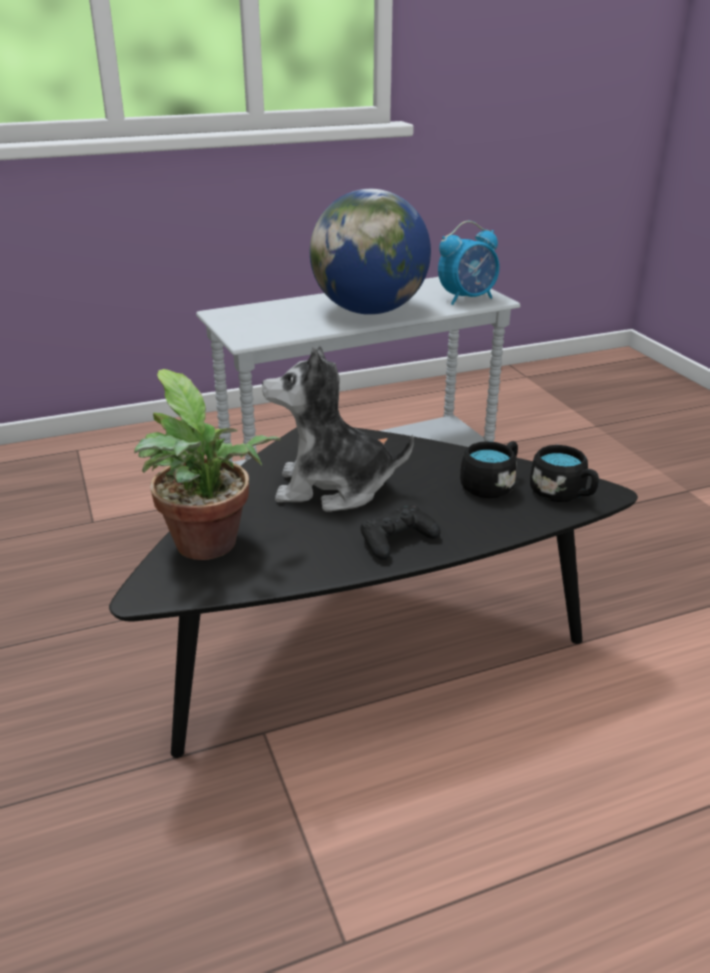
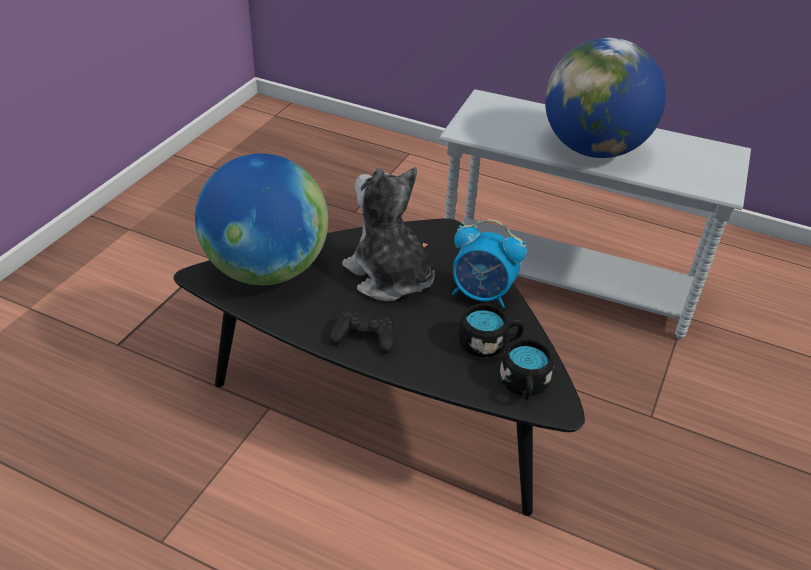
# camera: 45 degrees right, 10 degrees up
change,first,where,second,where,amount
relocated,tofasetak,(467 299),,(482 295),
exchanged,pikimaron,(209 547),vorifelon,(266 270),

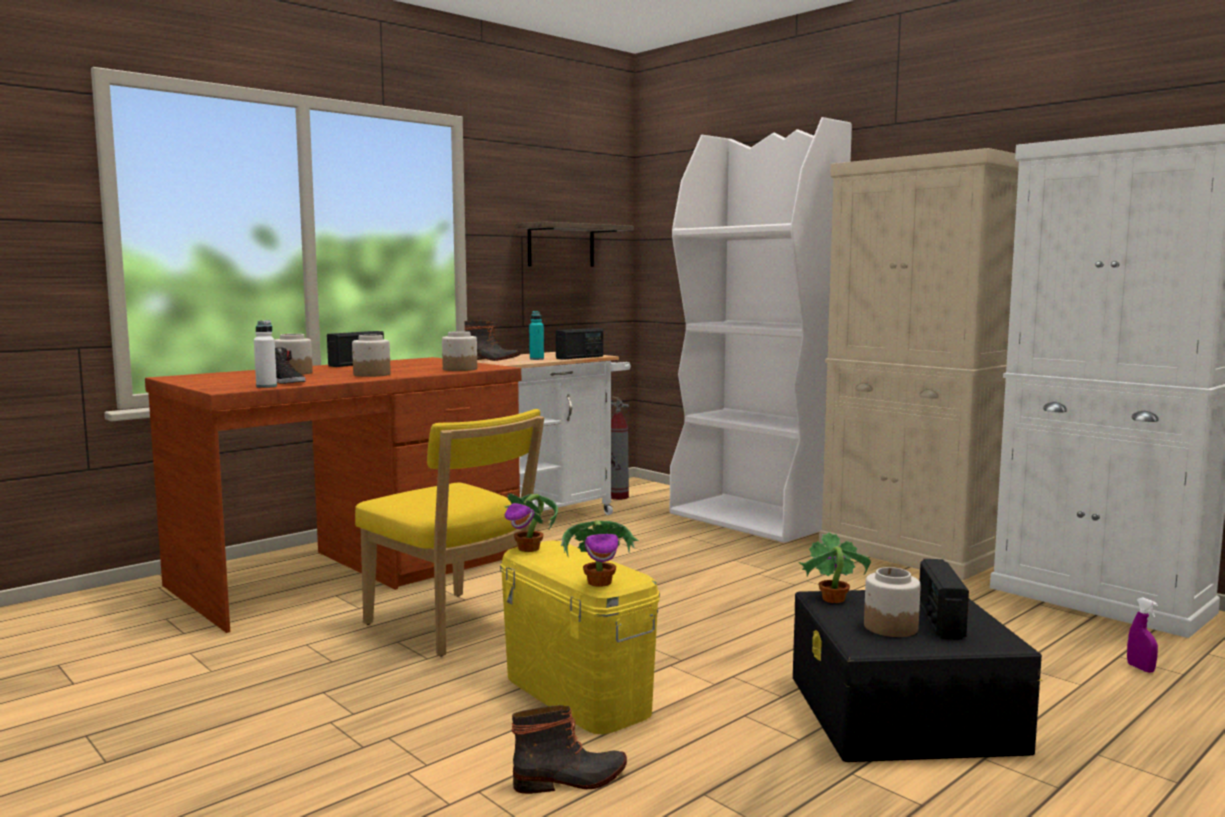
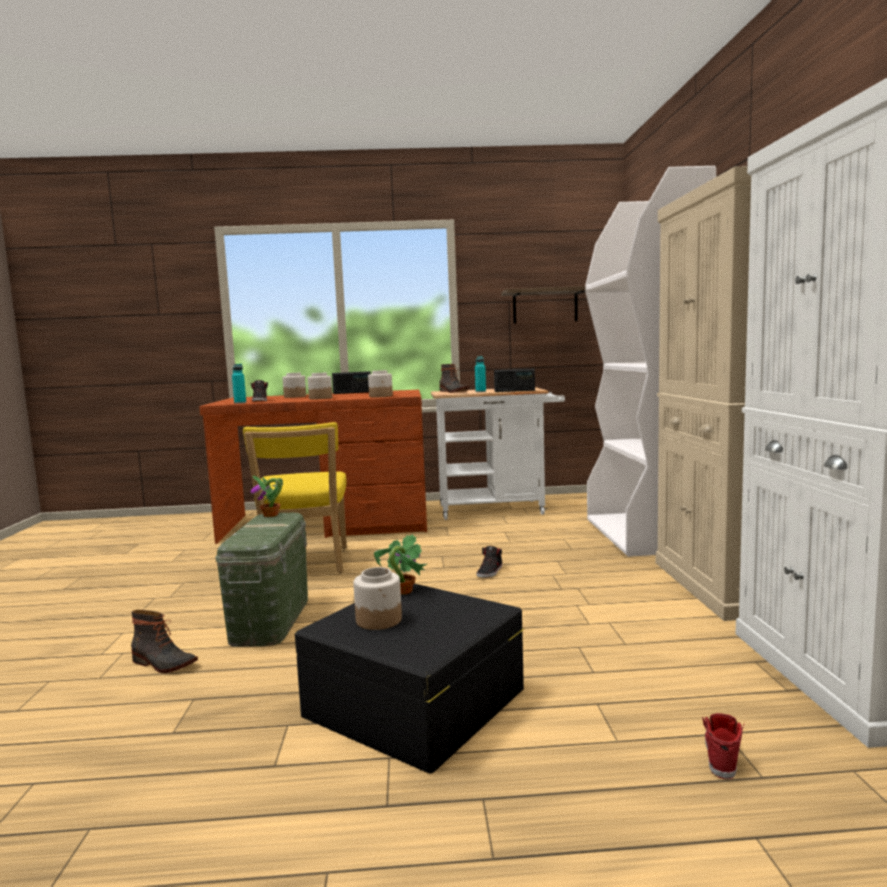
# camera: 40 degrees right, 0 degrees up
change,first,where,second,where,amount
missing,pikimaron,(600 582),,,
missing,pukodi,(618 497),,,
missing,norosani,(940 621),,,
appeared,,,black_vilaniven,(490 572),
exchanged,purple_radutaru,(1140 668),red_vilaniven,(721 752),
colour,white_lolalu,(266 386),turquoise_lolalu,(240 403),
colour,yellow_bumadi,(576 694),green_bumadi,(270 619),

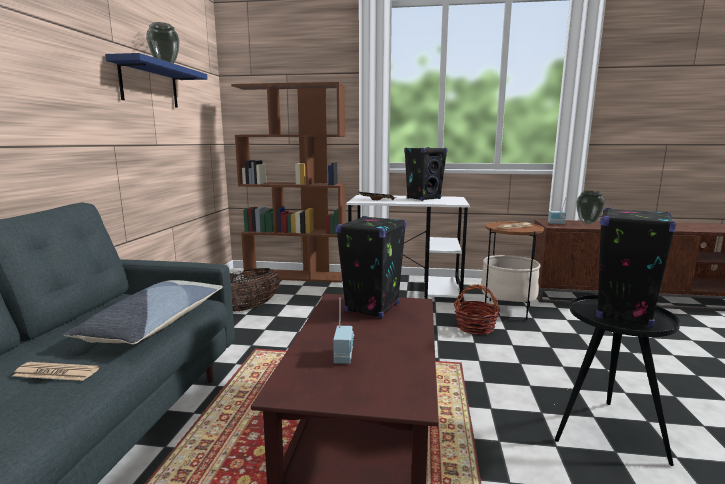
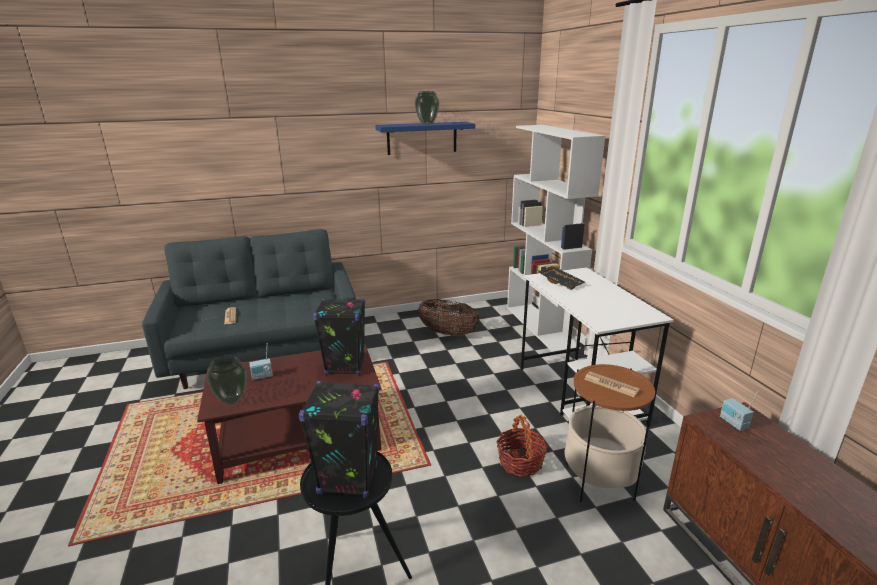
# camera: 65 degrees right, 10 degrees up
change,first,where,second,where,amount
missing,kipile,(155 323),,,
missing,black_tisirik,(423 199),,,
relocated,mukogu,(587 222),,(232 400),
colour,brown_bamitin,(296 276),white_bamitin,(542 327),

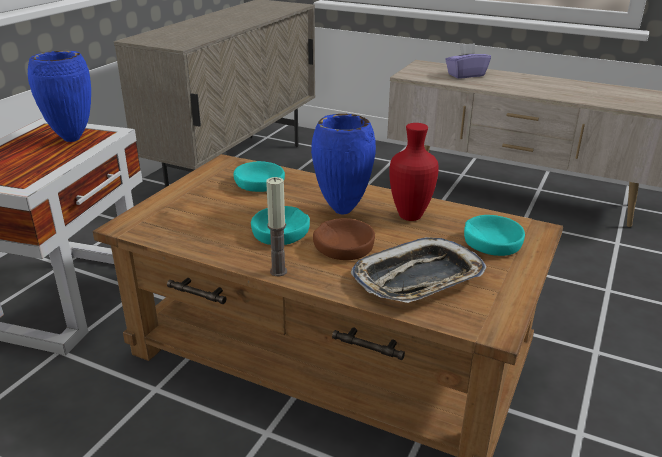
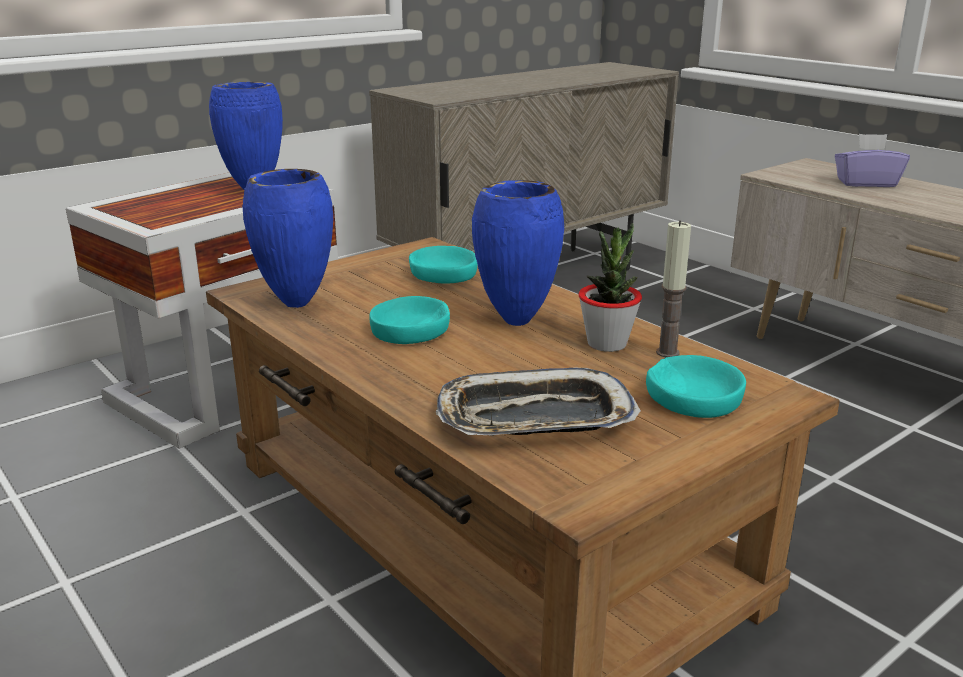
# camera: 25 degrees right, 5 degrees down
change,first,where,second,where,amount
missing,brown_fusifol,(343 247),,,
appeared,,,blue_mukogu,(295 305),
relocated,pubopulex,(278 271),,(667 352),
exchanged,red_mukogu,(411 216),pikimaron,(607 344),

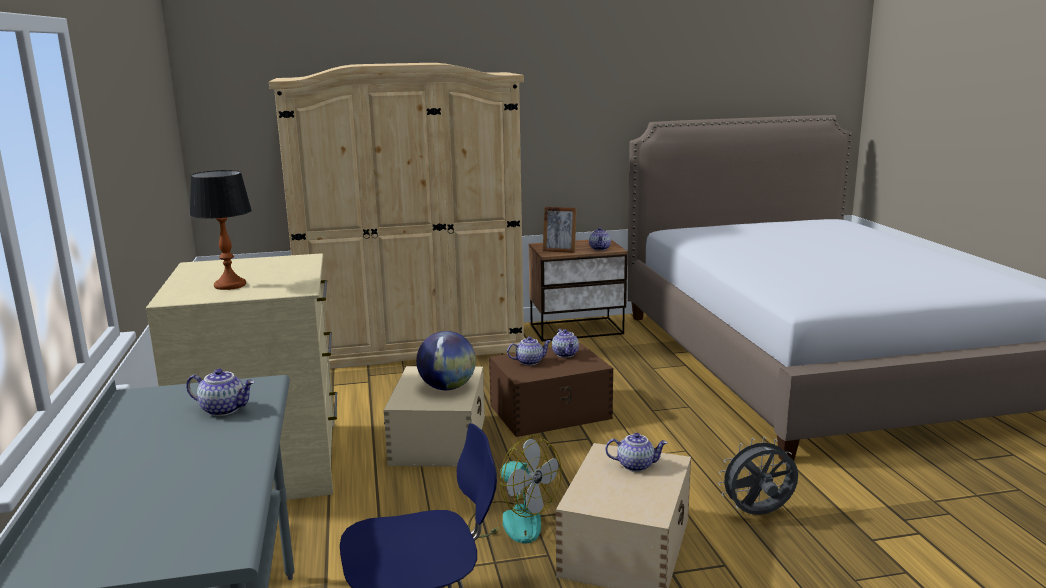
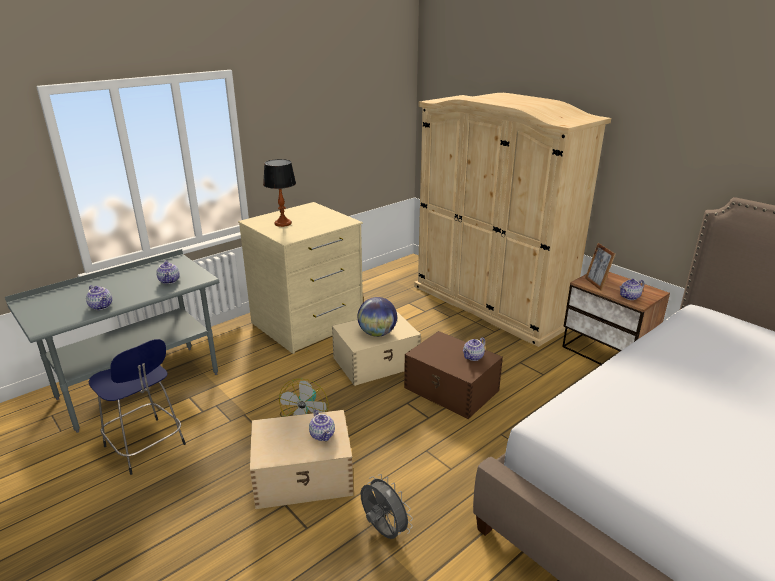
# camera: 60 degrees right, 10 degrees up
change,first,where,second,where,amount
relocated,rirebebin,(529 361),,(101 306),

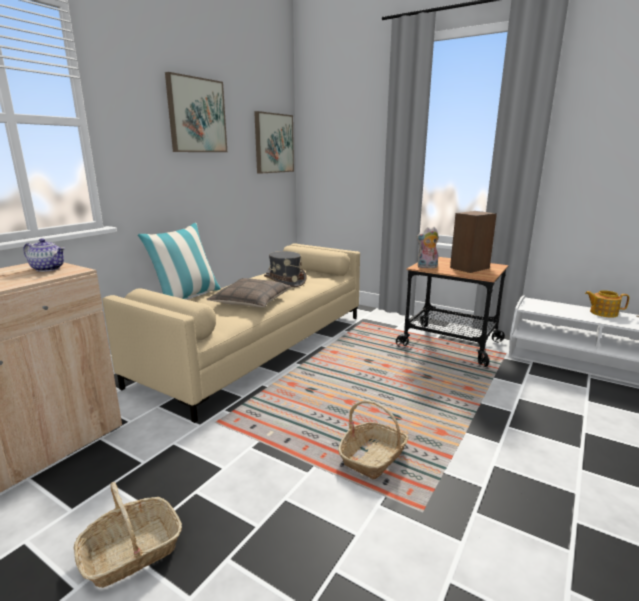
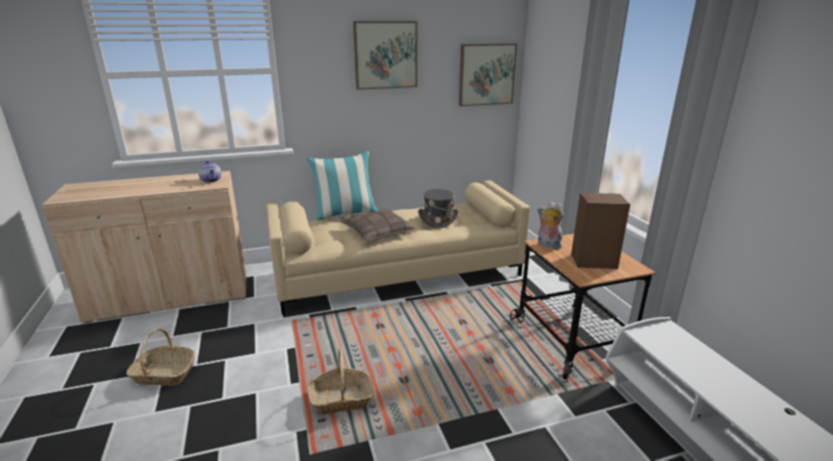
# camera: 40 degrees right, 5 degrees up
change,first,where,second,where,amount
missing,rirebebin,(603 313),,,

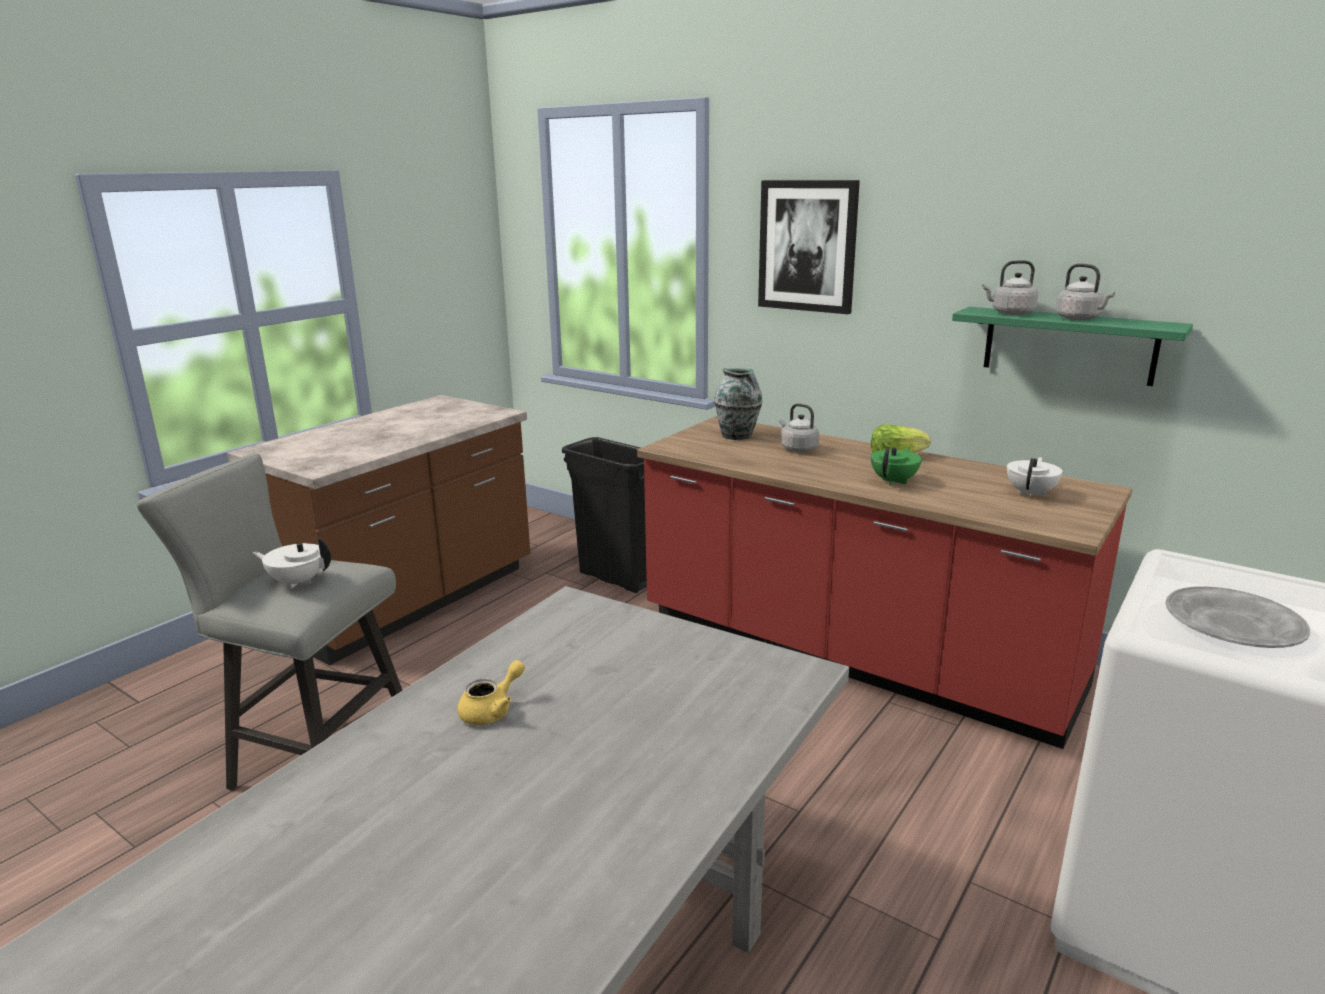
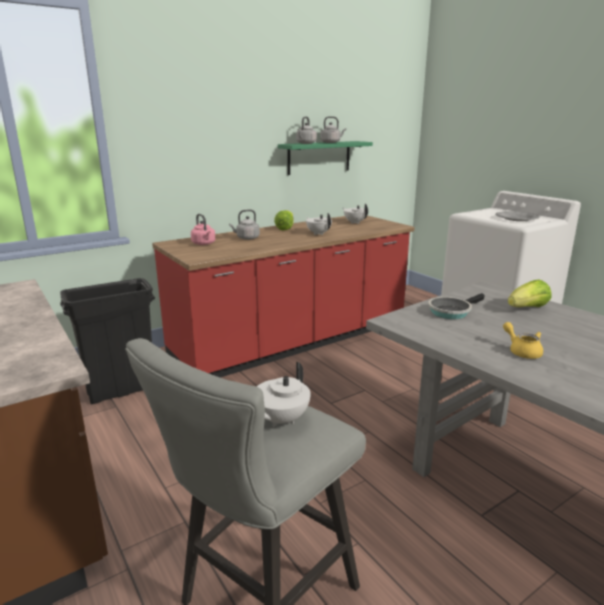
# camera: 70 degrees left, 0 degrees up
change,first,where,second,where,amount
missing,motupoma,(807 246),,,
appeared,,,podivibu,(451 311),
appeared,,,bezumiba,(527 308),
exchanged,mukogu,(737 436),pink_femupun,(204 244),
colour,green_rirebebin,(894 481),white_rirebebin,(318 233),

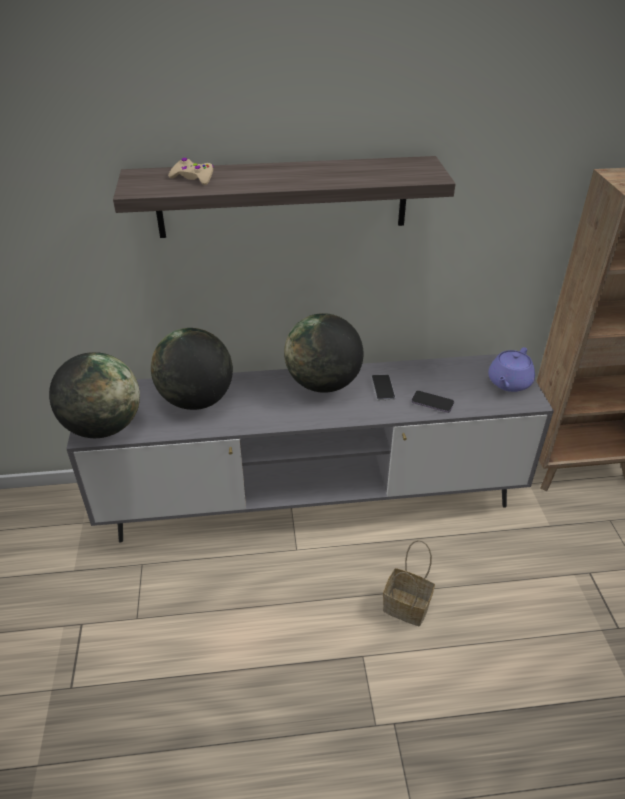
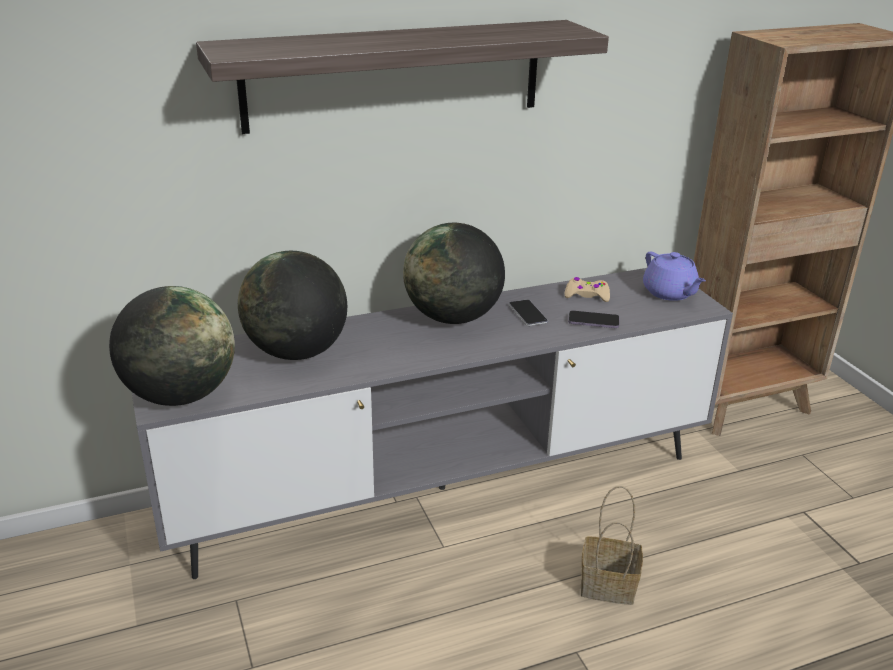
# camera: 15 degrees left, 10 degrees down
change,first,where,second,where,amount
relocated,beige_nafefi,(193 178),,(586 295),
spun,purple_rirebebin,(508 383),,(670 293),45 degrees counterclockwise

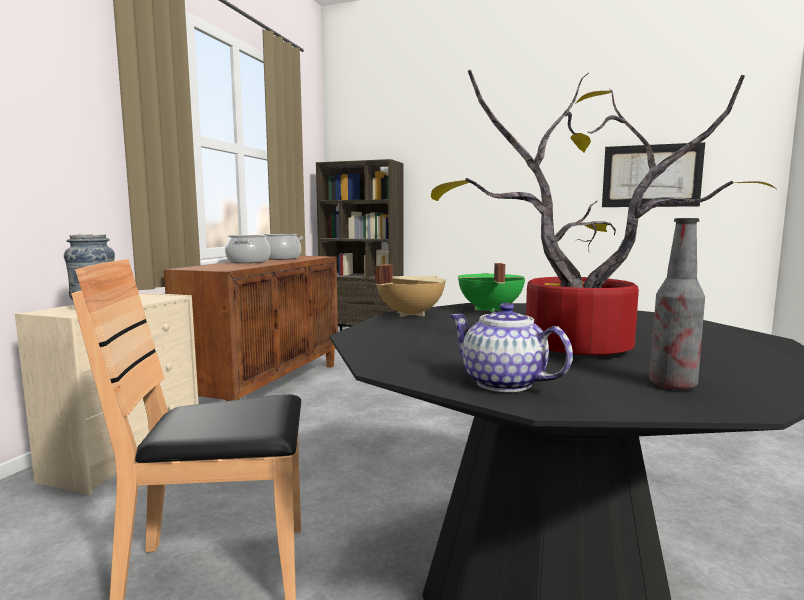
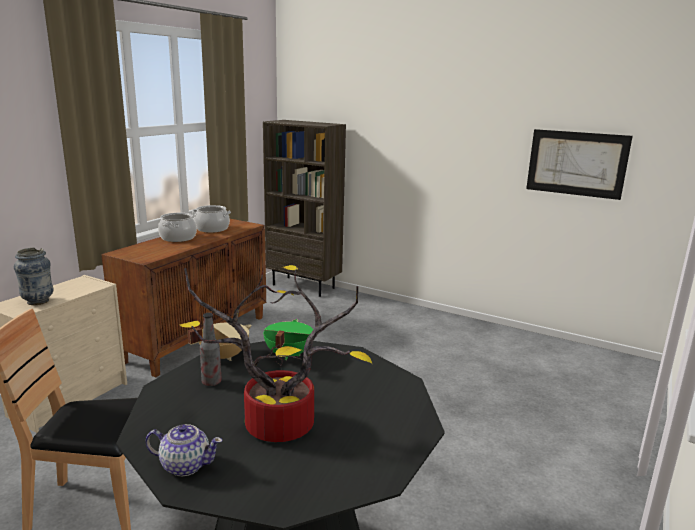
# camera: 10 degrees right, 10 degrees up
change,first,where,second,where,amount
relocated,lolalu,(672 385),,(211 382),
spun,rirebebin,(504 383),,(185 465),135 degrees clockwise

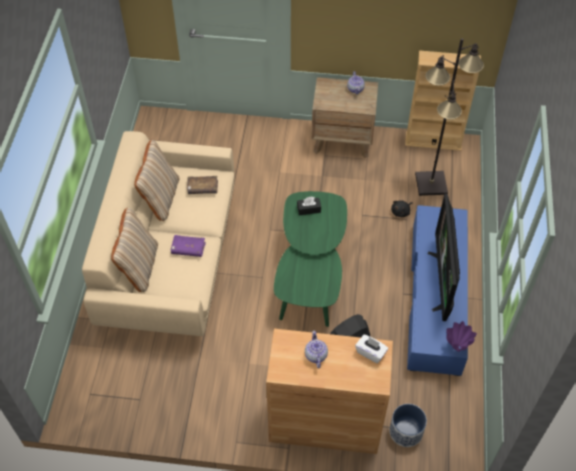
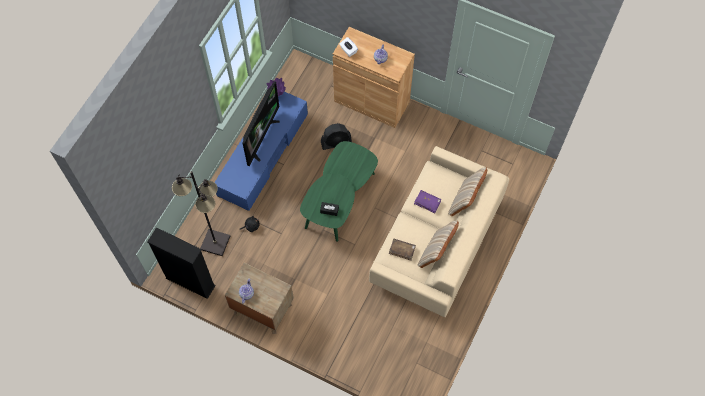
# camera: 160 degrees left, 10 degrees up
change,first,where,second,where,amount
missing,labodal,(406 431),,,
colour,beige_bamitin,(433 141),black_bamitin,(190 282),

